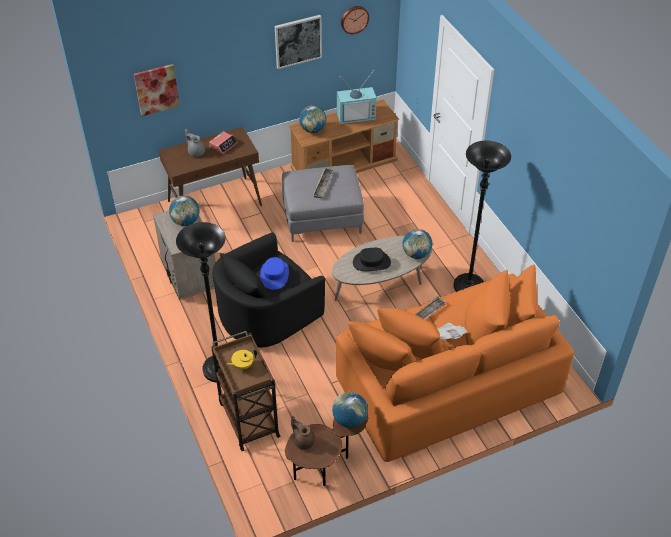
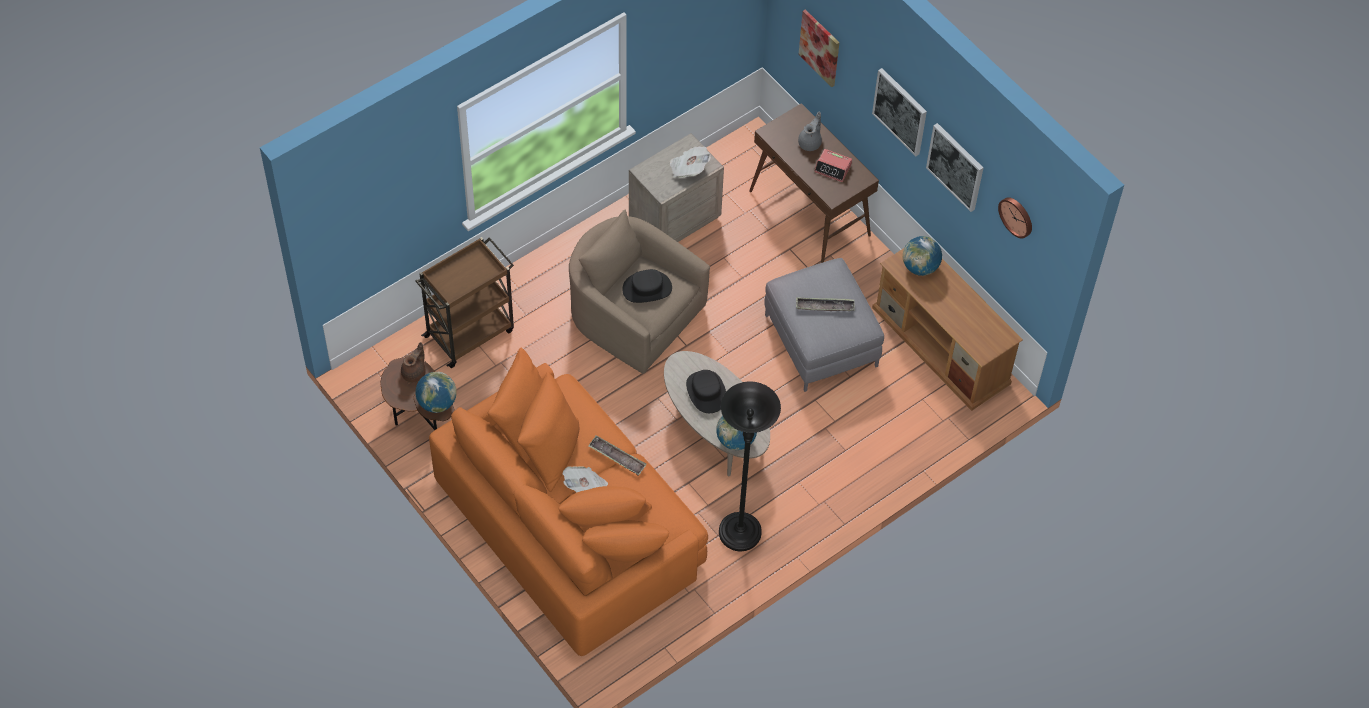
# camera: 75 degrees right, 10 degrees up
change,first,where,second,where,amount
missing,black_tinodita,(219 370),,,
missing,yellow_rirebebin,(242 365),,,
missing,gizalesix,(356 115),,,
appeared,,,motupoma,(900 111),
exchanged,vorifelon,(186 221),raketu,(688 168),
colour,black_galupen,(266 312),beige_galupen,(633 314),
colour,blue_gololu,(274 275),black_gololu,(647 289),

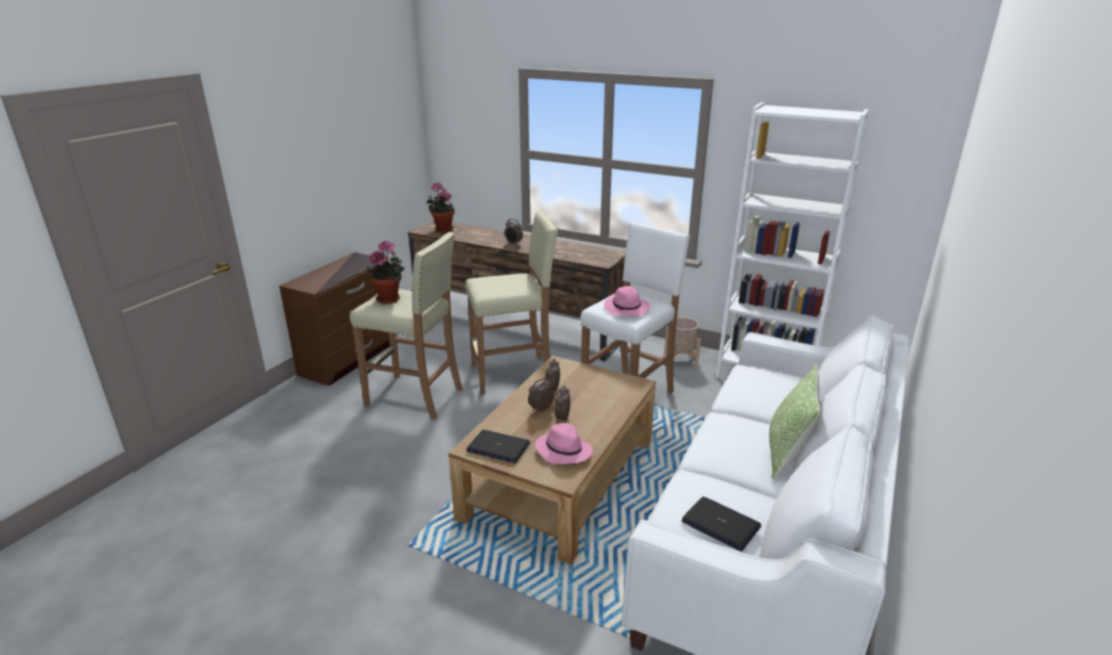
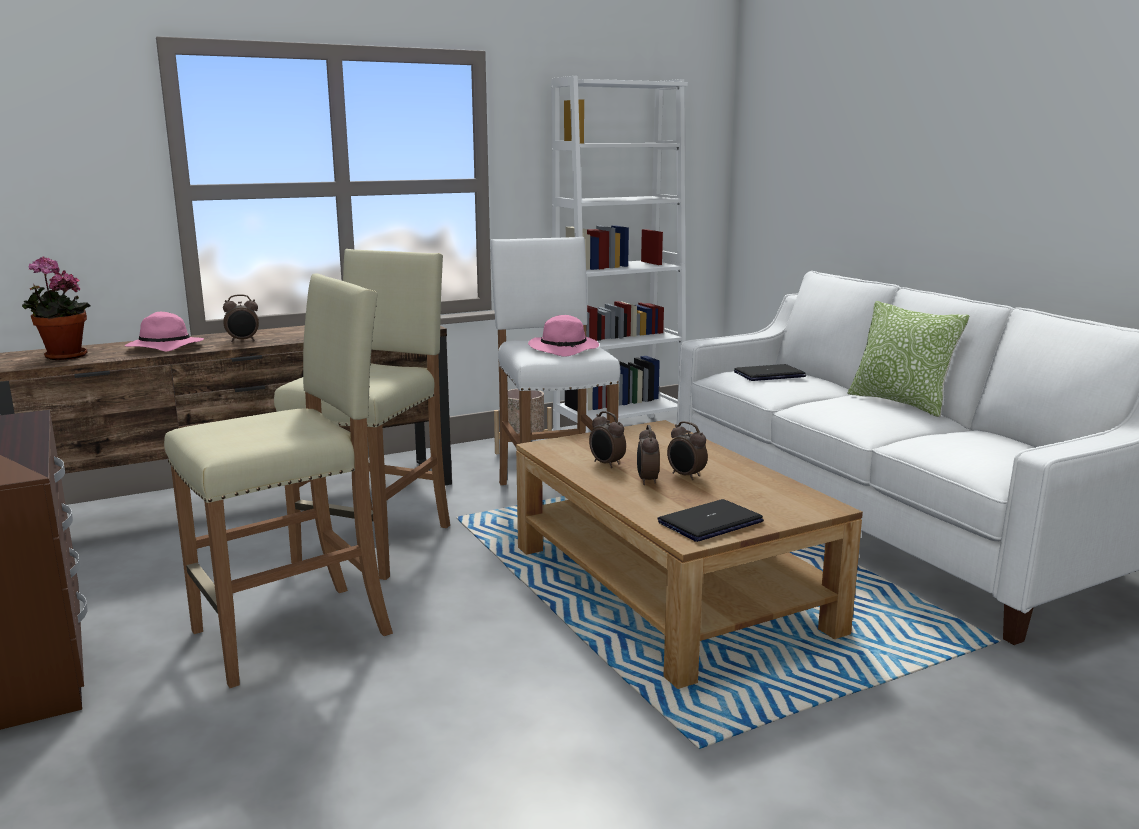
# camera: 55 degrees left, 10 degrees down
change,first,where,second,where,amount
missing,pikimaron,(390 298),,,
relocated,pink_gololu,(563 450),,(164 348),
relocated,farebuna,(721 524),,(769 374),

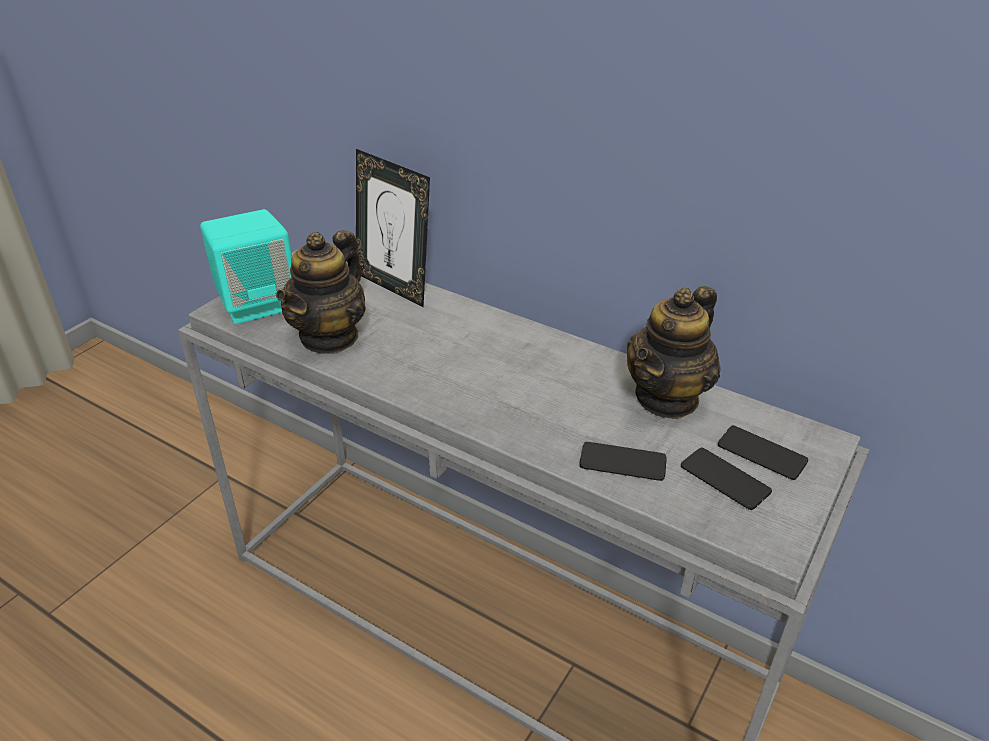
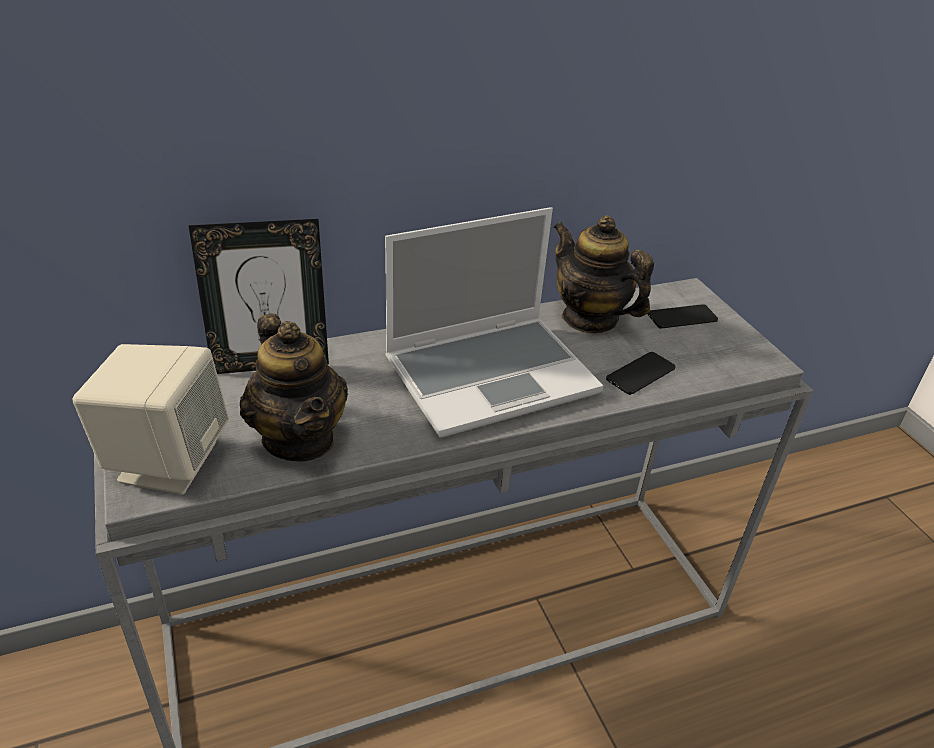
# camera: 55 degrees left, 0 degrees up
change,first,where,second,where,amount
missing,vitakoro,(725 479),,,
appeared,,,farebuna,(492 374),
colour,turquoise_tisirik,(258 303),beige_tisirik,(167 461),
spun,rirebebin,(667 398),,(590 318),150 degrees clockwise

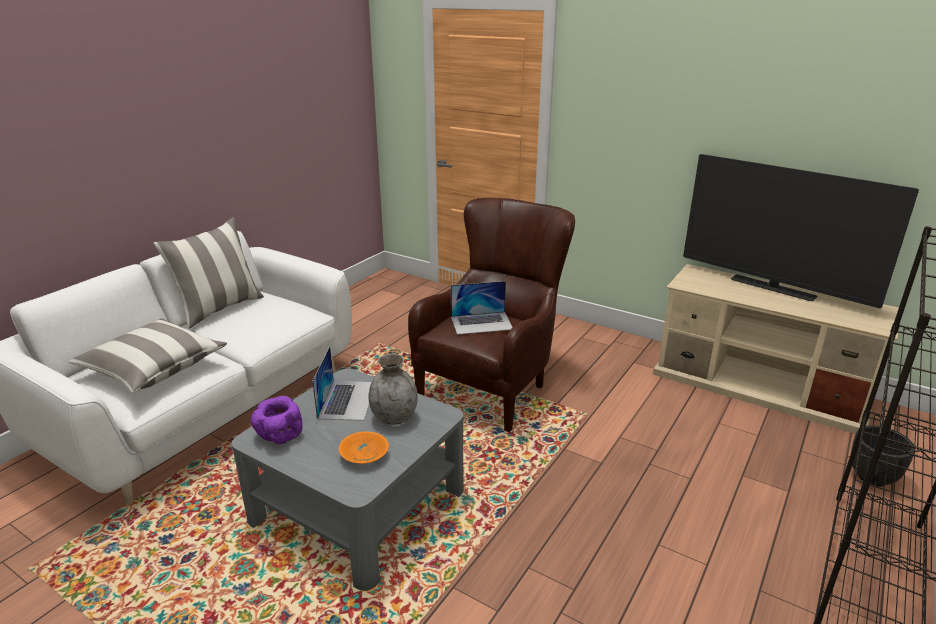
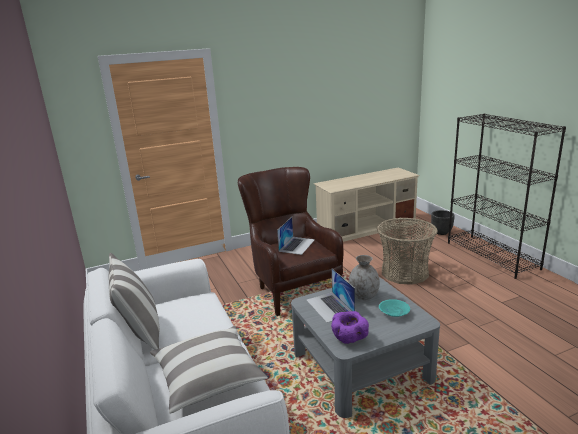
# camera: 55 degrees left, 5 degrees down
change,first,where,second,where,amount
missing,gizalesix,(772 288),,,
appeared,,,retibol,(405 272),
colour,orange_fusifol,(365 454),turquoise_fusifol,(393 312),
spun,farebuna,(347 399),,(330 307),150 degrees counterclockwise

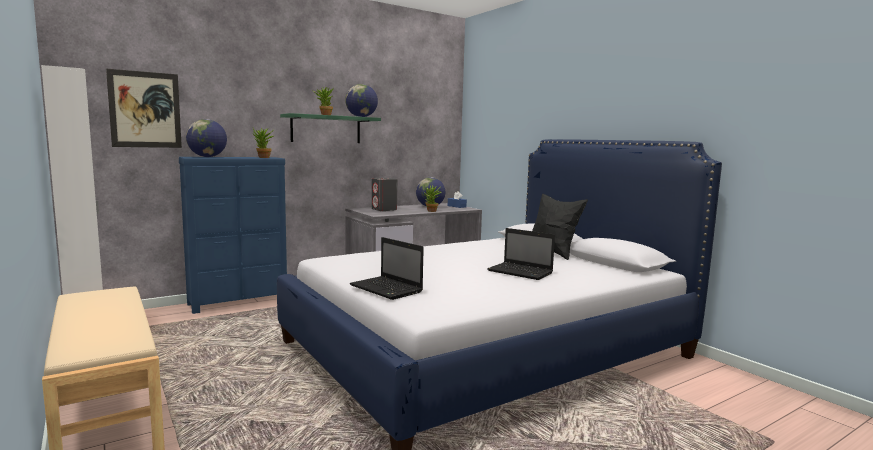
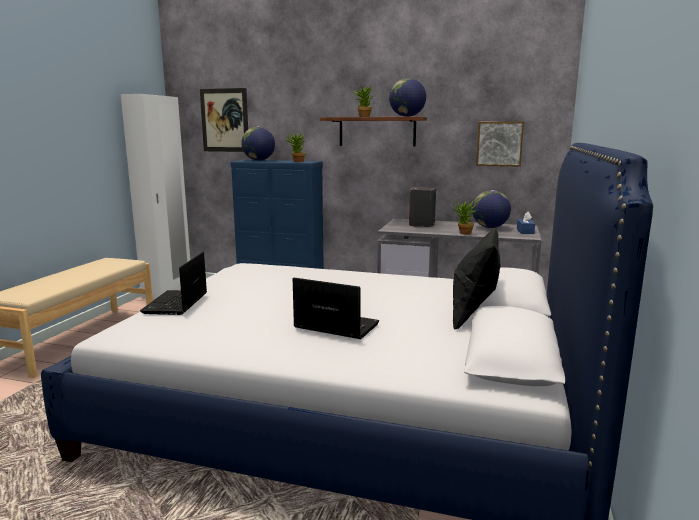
# camera: 50 degrees right, 5 degrees up
change,first,where,second,where,amount
appeared,,,motupoma,(499 144),
colour,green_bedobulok,(326 129),brown_bedobulok,(377 131),
spun,farebuna,(521 272),,(334 326),120 degrees clockwise

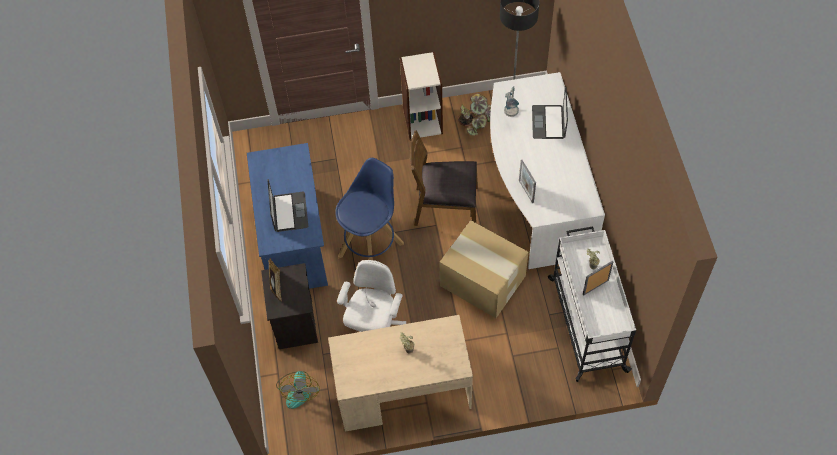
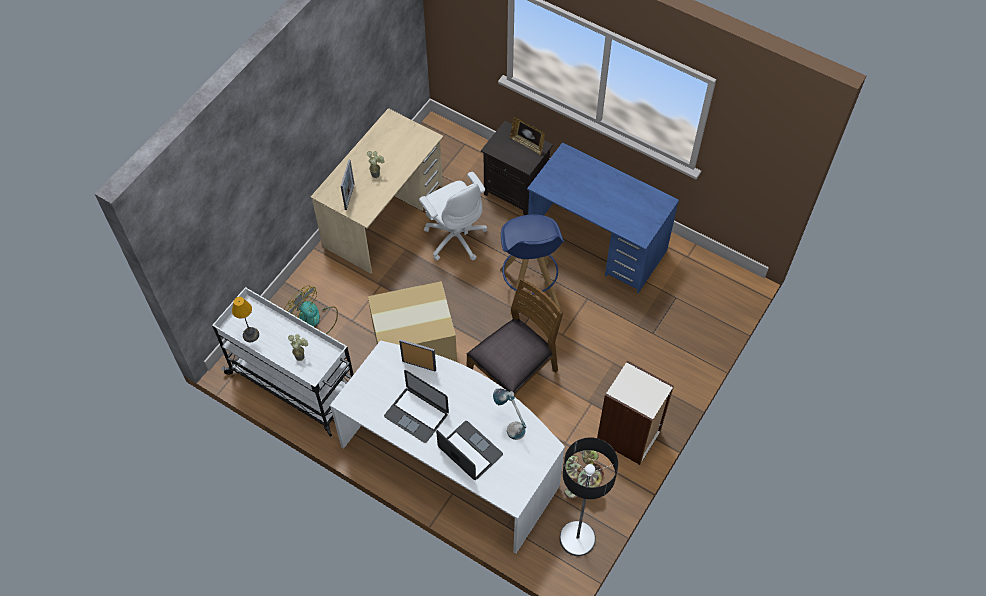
# camera: 130 degrees right, 0 degrees up
change,first,where,second,where,amount
appeared,,,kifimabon,(251 335),
relocated,farebuna,(289 212),,(416 414),
relocated,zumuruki,(298 390),,(314 319),
relocated,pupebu,(595 287),,(349 196),

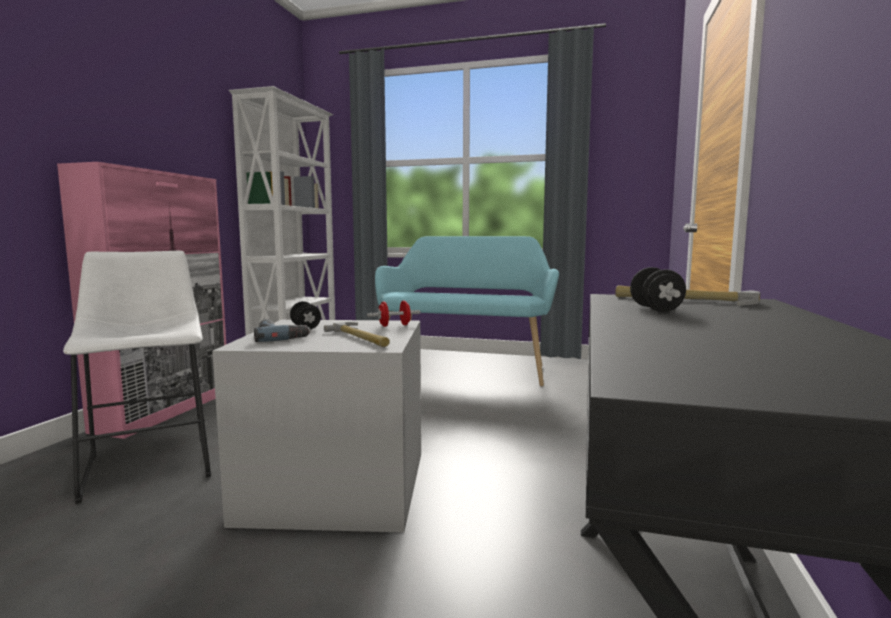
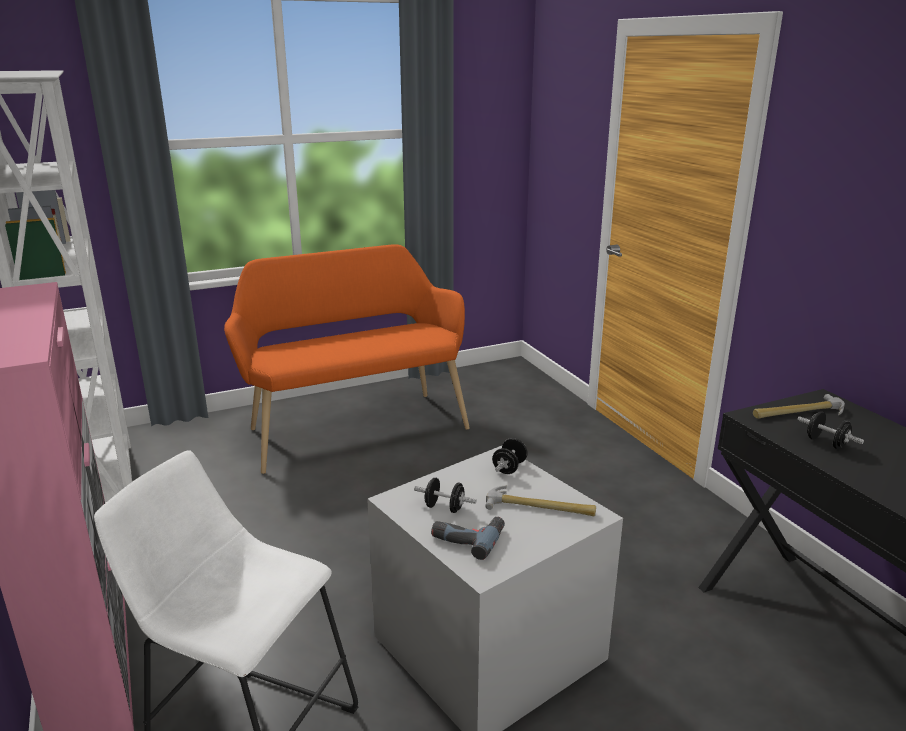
# camera: 40 degrees left, 15 degrees up
change,first,where,second,where,amount
colour,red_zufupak,(394 326),black_zufupak,(509 468),
colour,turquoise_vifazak,(465 368),orange_vifazak,(353 426),

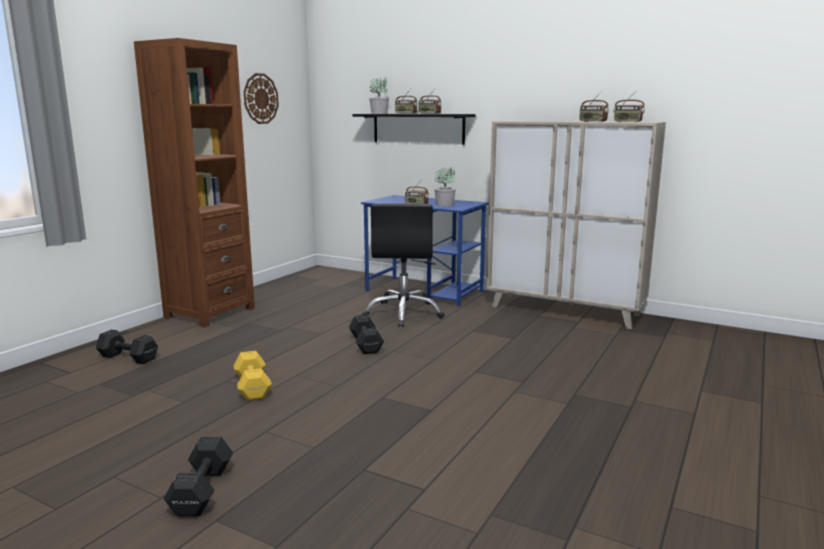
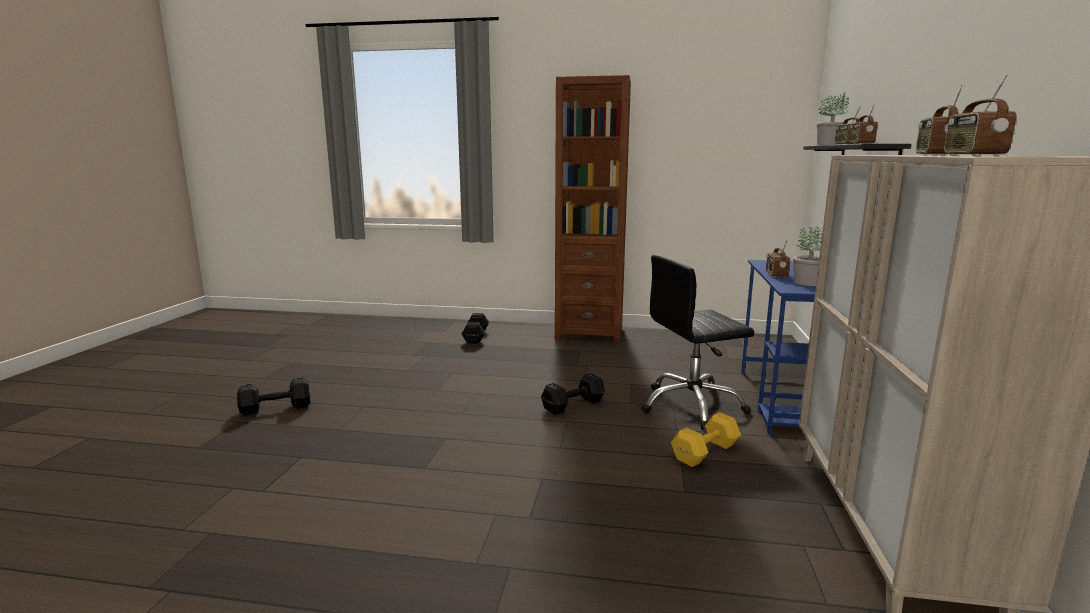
# camera: 70 degrees right, 0 degrees up
change,first,where,second,where,amount
missing,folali,(260 98),,,
relocated,yellow_zufupak,(252 388),,(703 453),

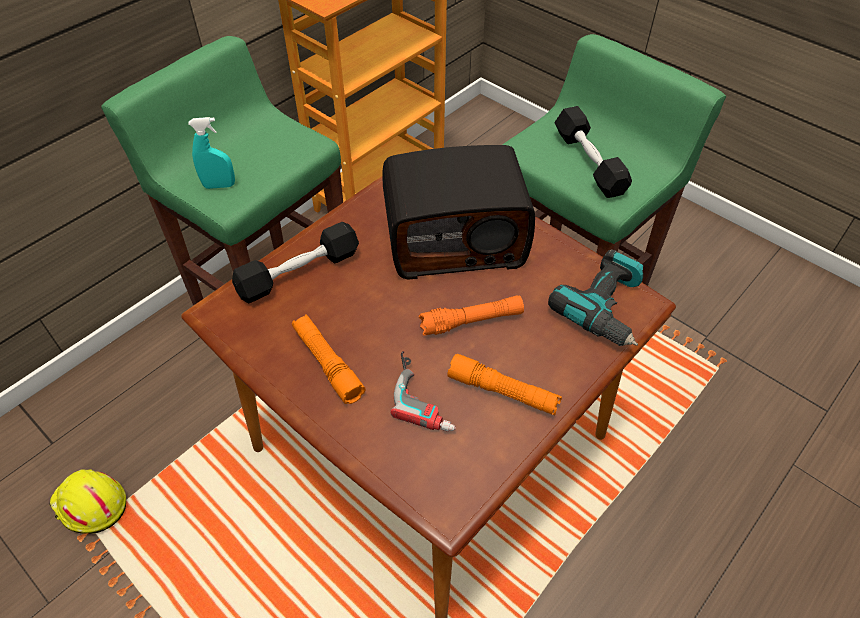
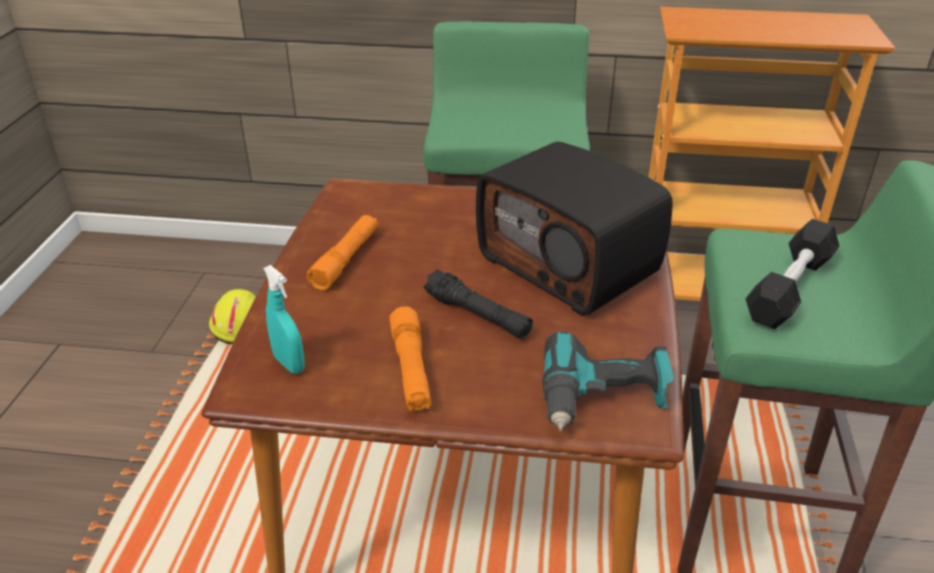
# camera: 55 degrees right, 15 degrees down
change,first,where,second,where,amount
missing,black_zufupak,(299 273),,,
missing,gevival,(426 395),,,
relocated,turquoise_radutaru,(219 185),,(289 364),
colour,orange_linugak,(471 321),black_linugak,(478 315),

